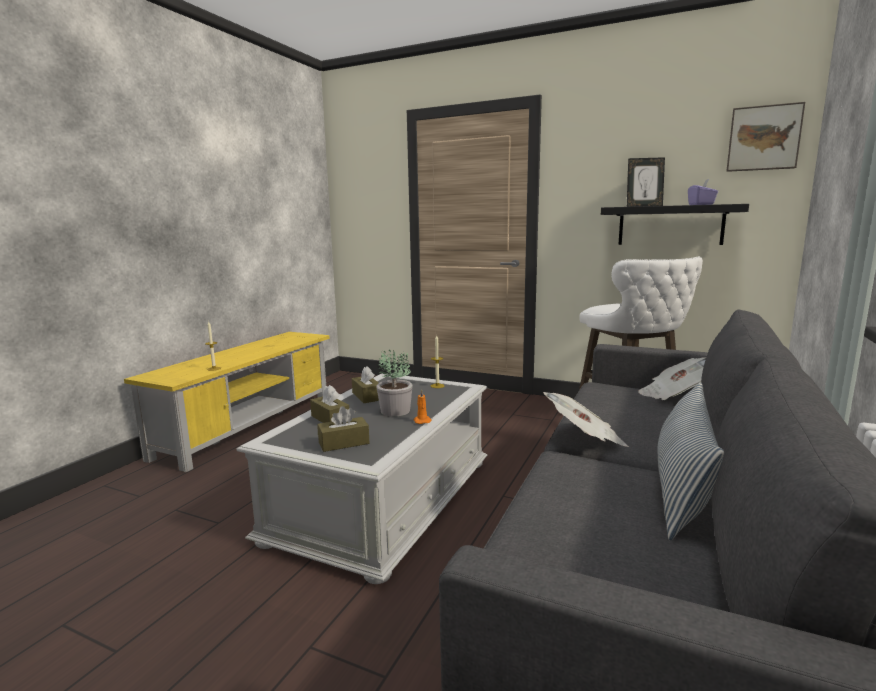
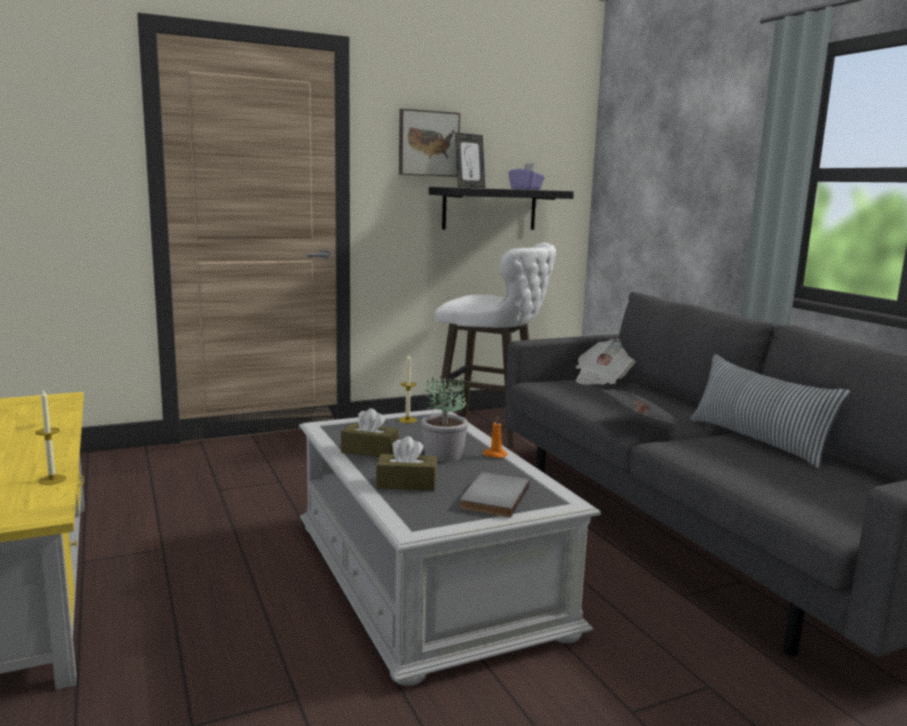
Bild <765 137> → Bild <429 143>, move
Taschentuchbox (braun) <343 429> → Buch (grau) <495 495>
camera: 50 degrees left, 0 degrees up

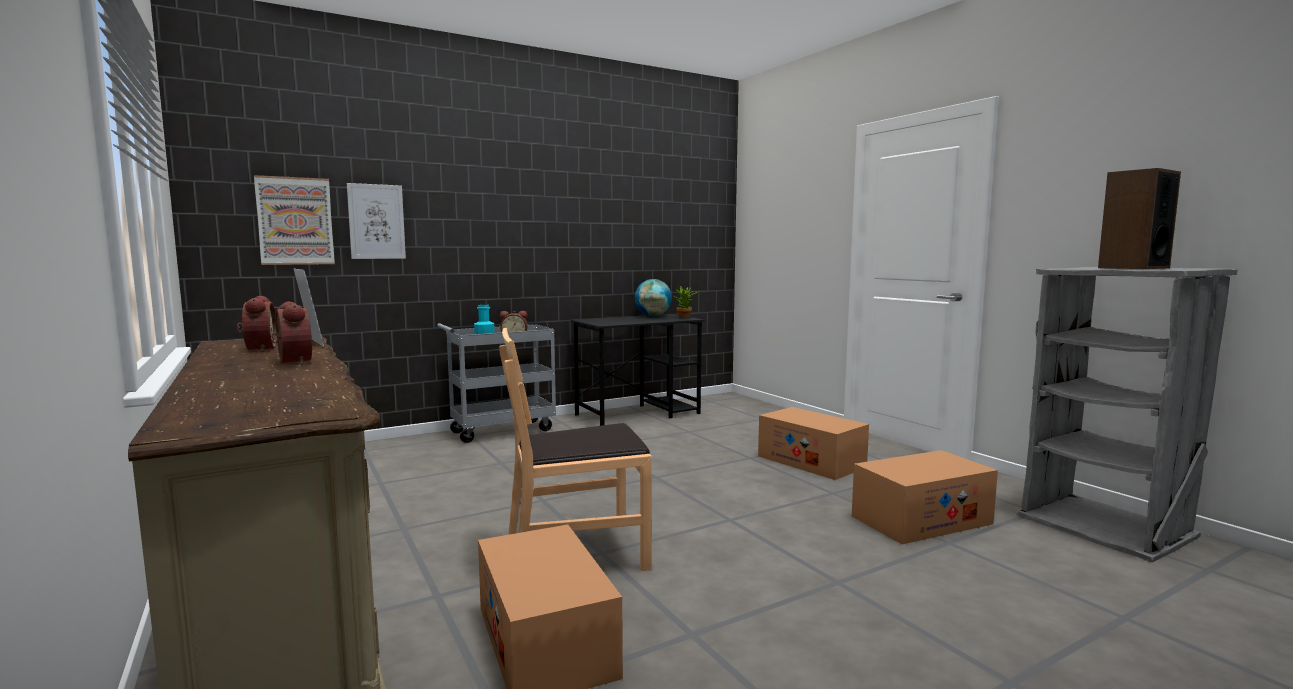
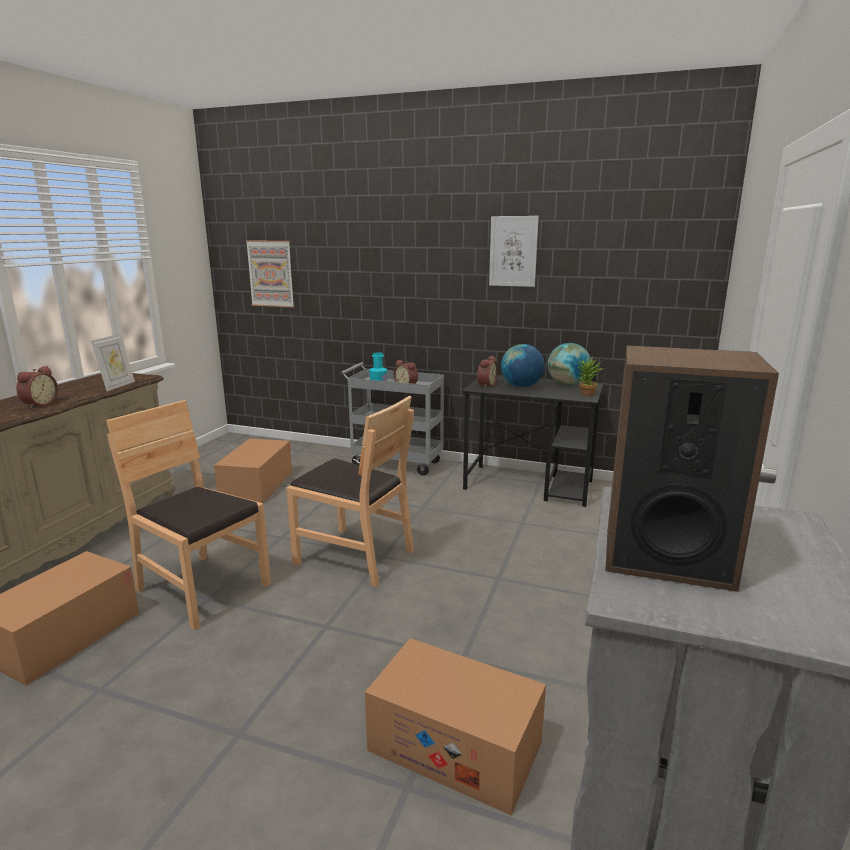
- → Stuhl (braun) <350 491>
- → Globus <523 365>
Wecker <257 324> → Wecker <487 372>, move
Bild <376 221> → Bild <514 251>, move
Karton <813 443> → Karton <253 471>, move
camera: 50 degrees right, 10 degrees up

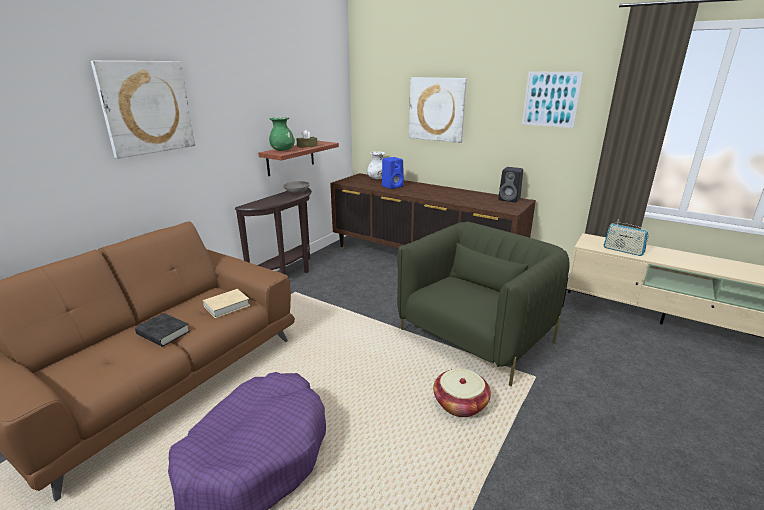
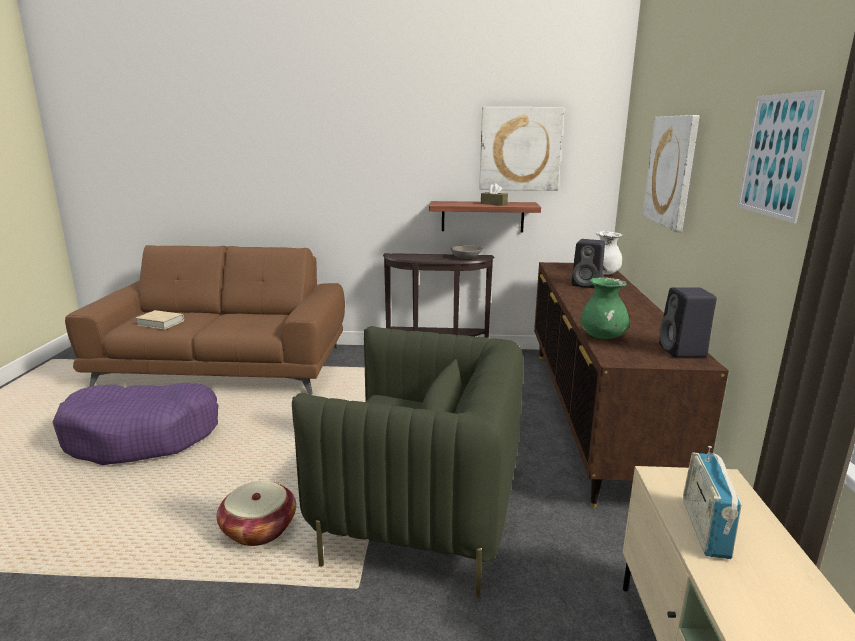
Buch (schwarz) <162 330> → -
Bild <143 110> → Bild <522 149>, move
Buch (beige) <226 303> → Buch (beige) <160 320>, move
Vase (grün) <282 134> → Vase (grün) <605 308>, move
Lautsprecher (blau) <393 173> → Lautsprecher (schwarz) <588 263>
camera: 60 degrees right, 5 degrees down

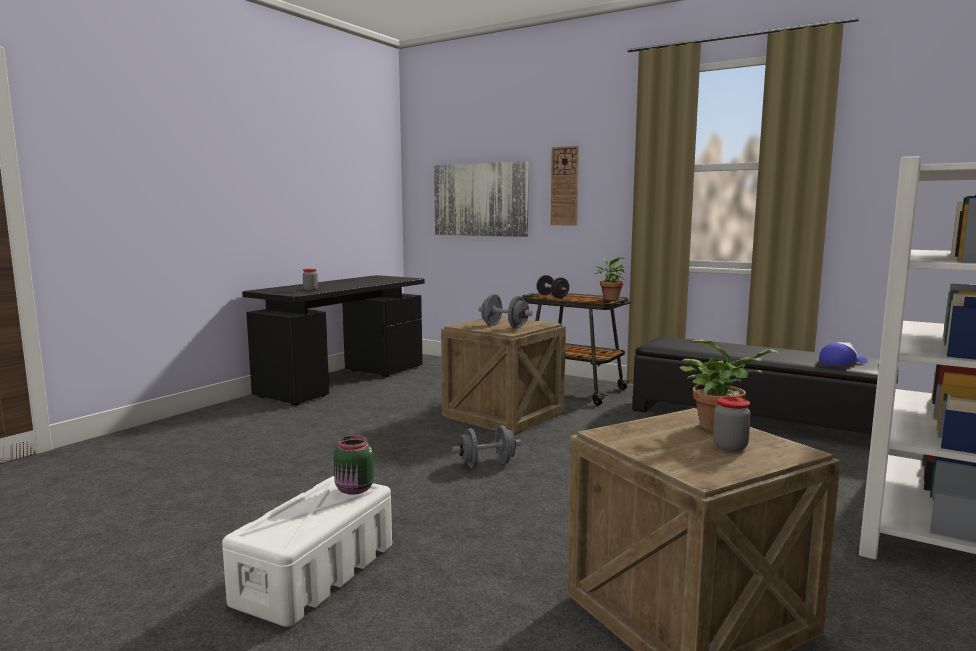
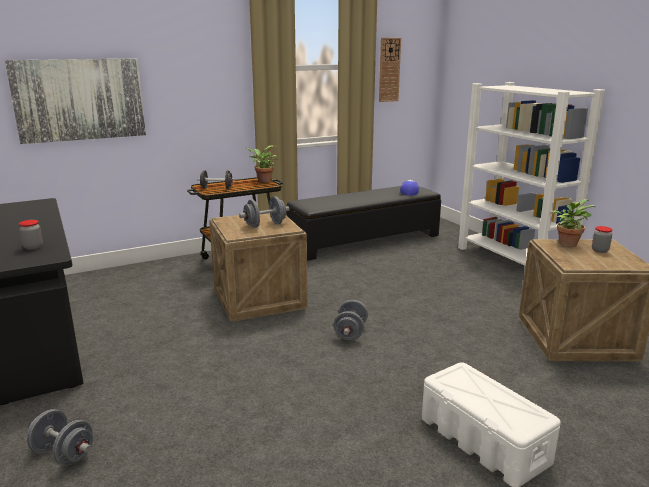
Vorratsglas (grün) <354 465> → -
- → Hantel (grau) <60 437>
Wanduhr <564 186> → Wanduhr <390 70>, move
camera: 60 degrees left, 10 degrees up

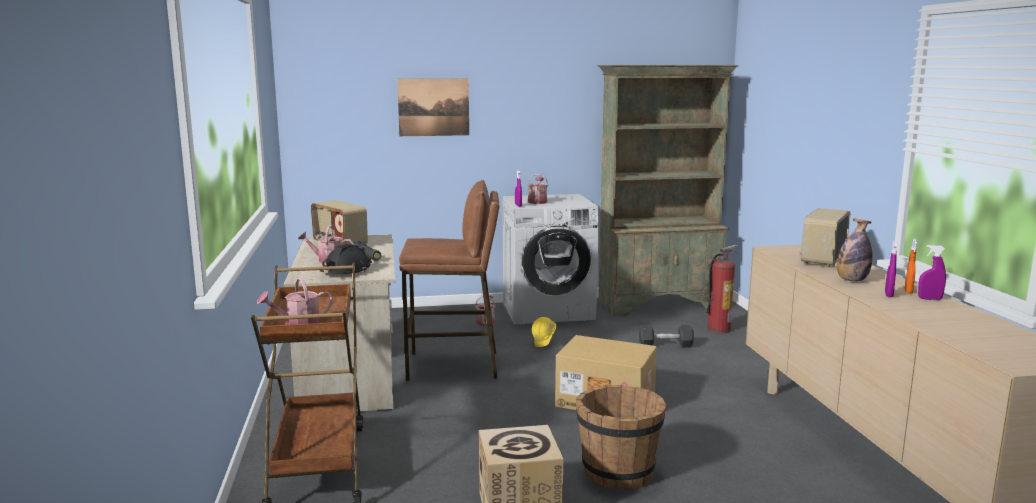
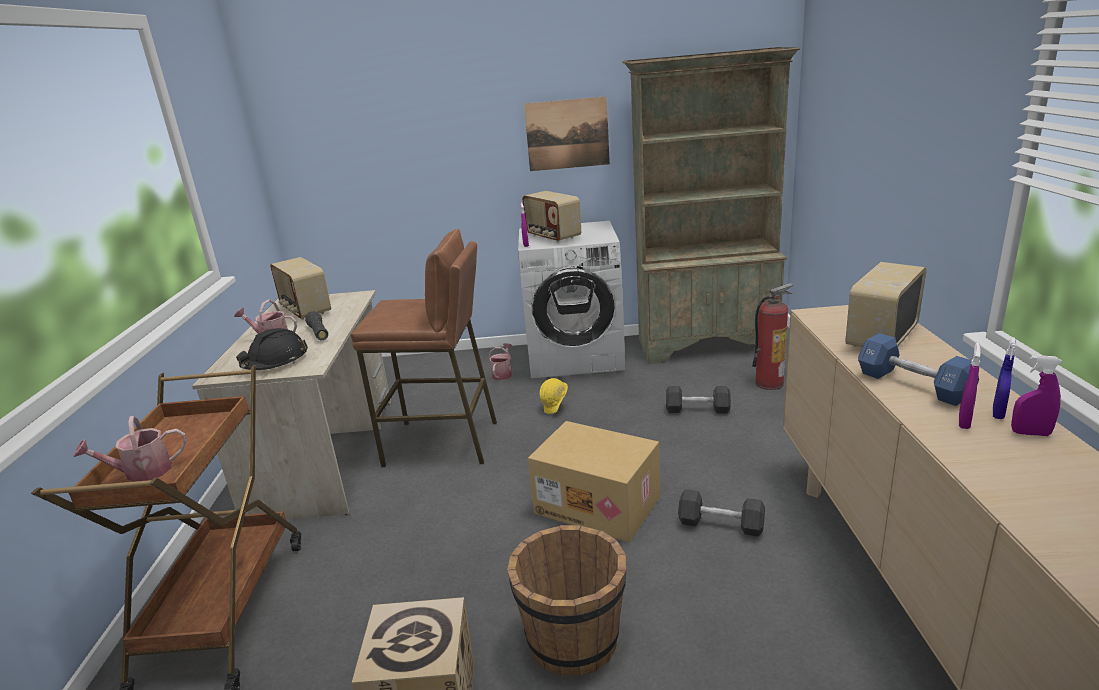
- → Hantel (schwarz) <721 513>
Bild <433 107> → Bild <567 133>, move
Gießkanne <537 189> → Radio <551 217>
Flasche <855 250> → Hantel (blau) <918 369>
Sprühflasche (orange) <911 266> → Sprühflasche (blau) <1004 378>
camera: 10 degrees right, 10 degrees up

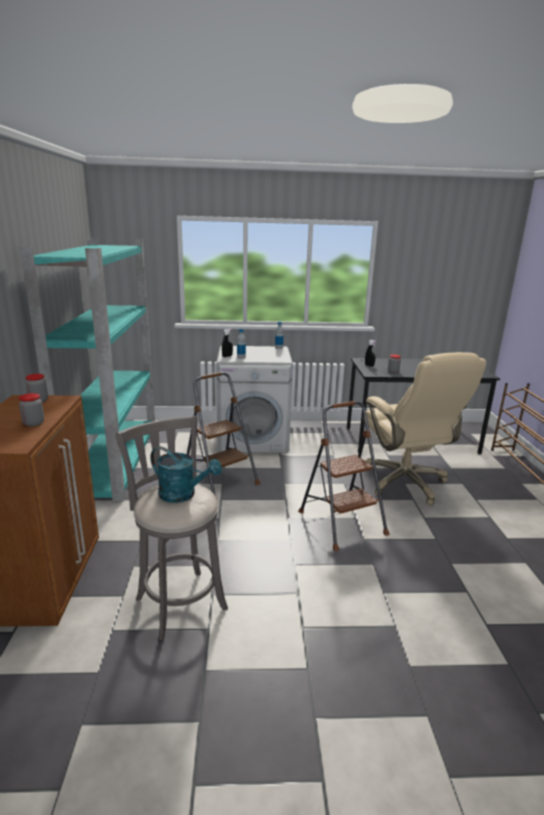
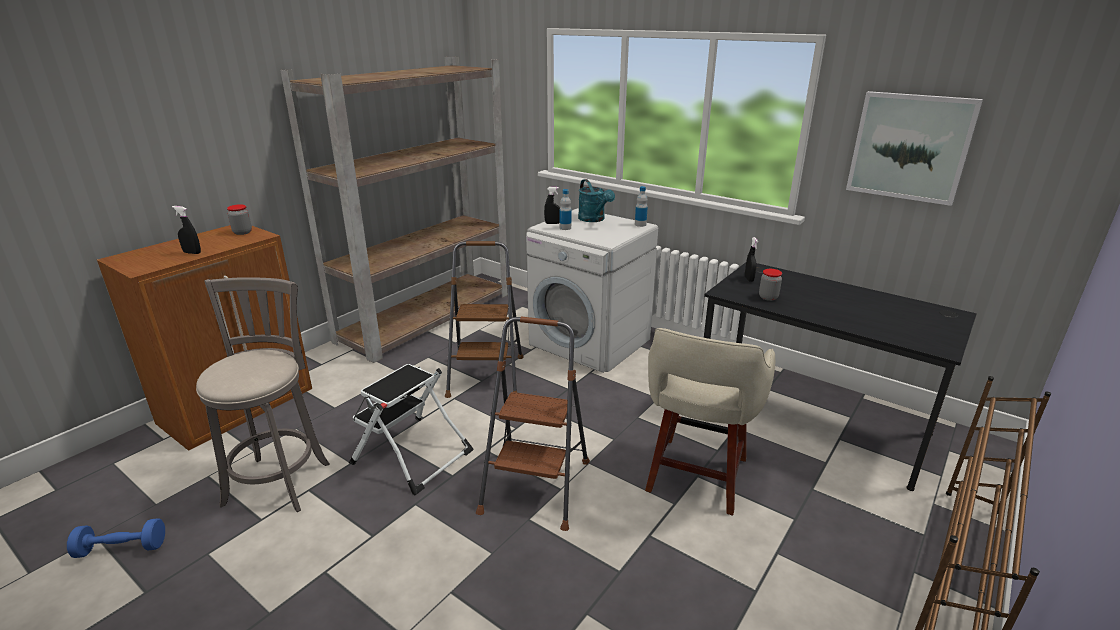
- → Hantel (blau) <116 538>
- → Trittleiter <411 429>
- → Bild <914 148>
Gießkanne (türkis) <186 474> → Gießkanne (türkis) <596 200>, move
Vorratsglas <31 410> → Sprühflasche (schwarz) <186 230>
Bürostuhl (beige) <424 428> → Hocker (beige) <710 422>
Bücherregal (türkis) <87 369> → Bücherregal (braun) <394 209>
camera: 40 degrees right, 5 degrees up

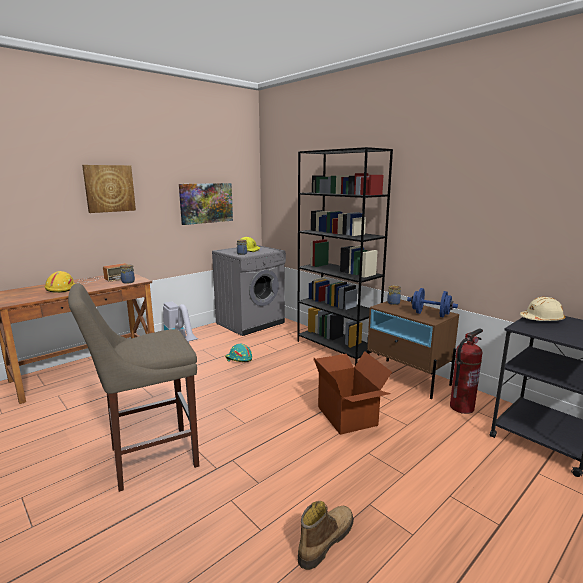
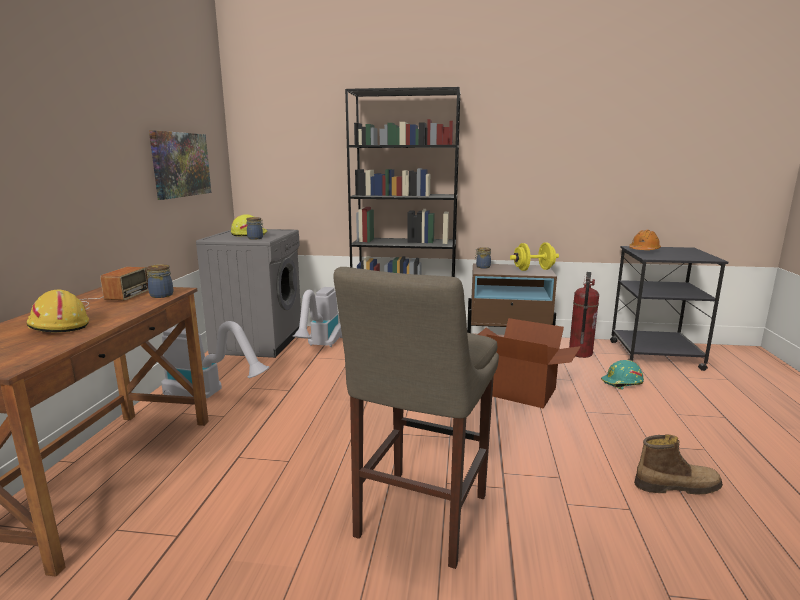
Bild <109 189> → -
- → Staubsauger <317 317>
Schutzhelm (türkis) <238 353> → Schutzhelm (türkis) <622 375>, move
Hantel (blau) <432 302> → Hantel (gelb) <534 257>
Schutzhelm (beige) <542 309> → Schutzhelm (orange) <645 240>
Stiefel <326 535> → Stiefel <678 464>, 90 degrees clockwise
camera: 40 degrees left, 0 degrees up

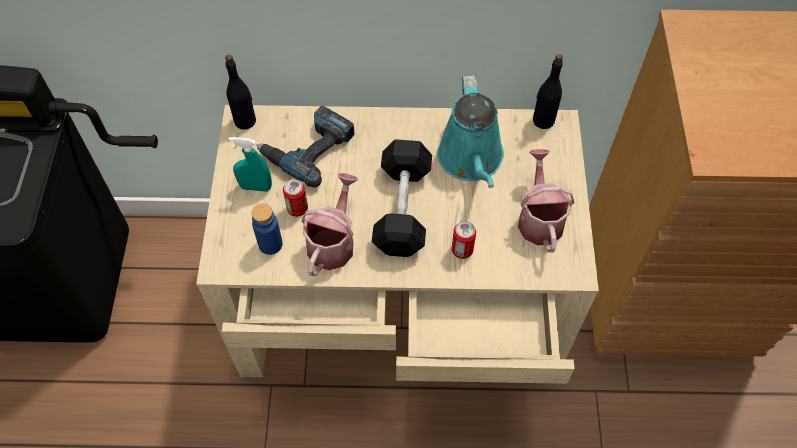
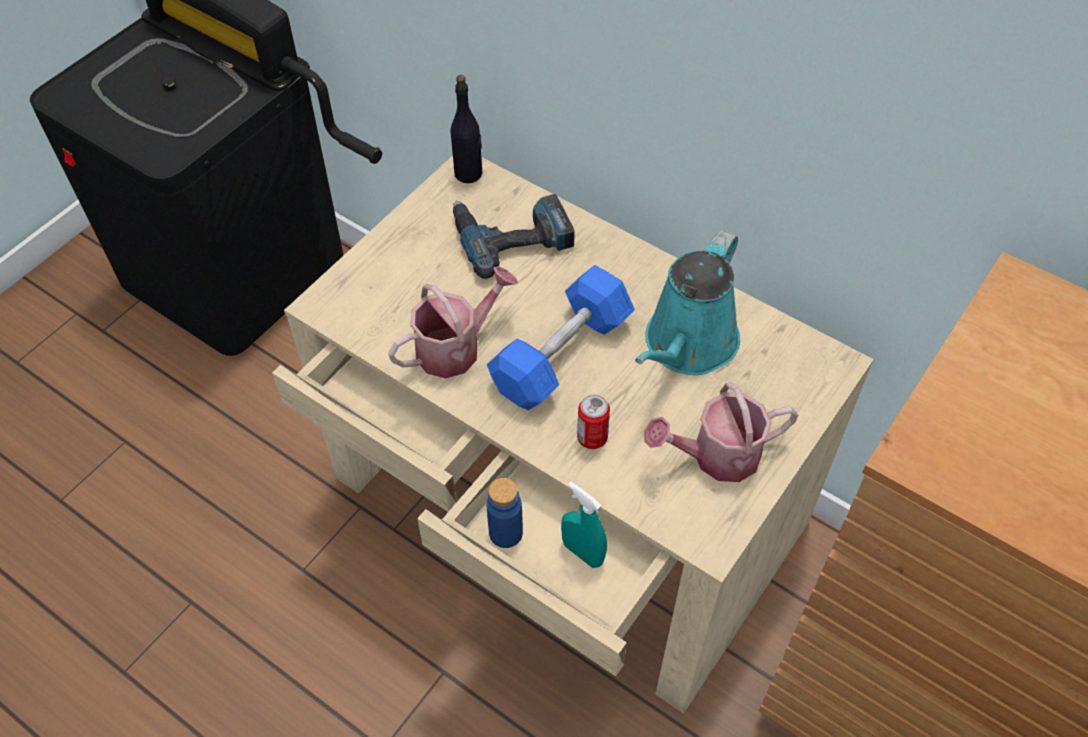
Dose <295 198> → -
Flasche (schwarz) <548 91> → -
Sprühflasche (türkis) <250 164> → Sprühflasche (türkis) <584 524>, move
Flasche (blau) <267 229> → Flasche (blau) <505 513>, move
Hantel (schwarz) <402 198> → Hantel (blau) <561 337>
Gießkanne <546 201> → Gießkanne <721 432>, 135 degrees counterclockwise
camera: 35 degrees right, 5 degrees down

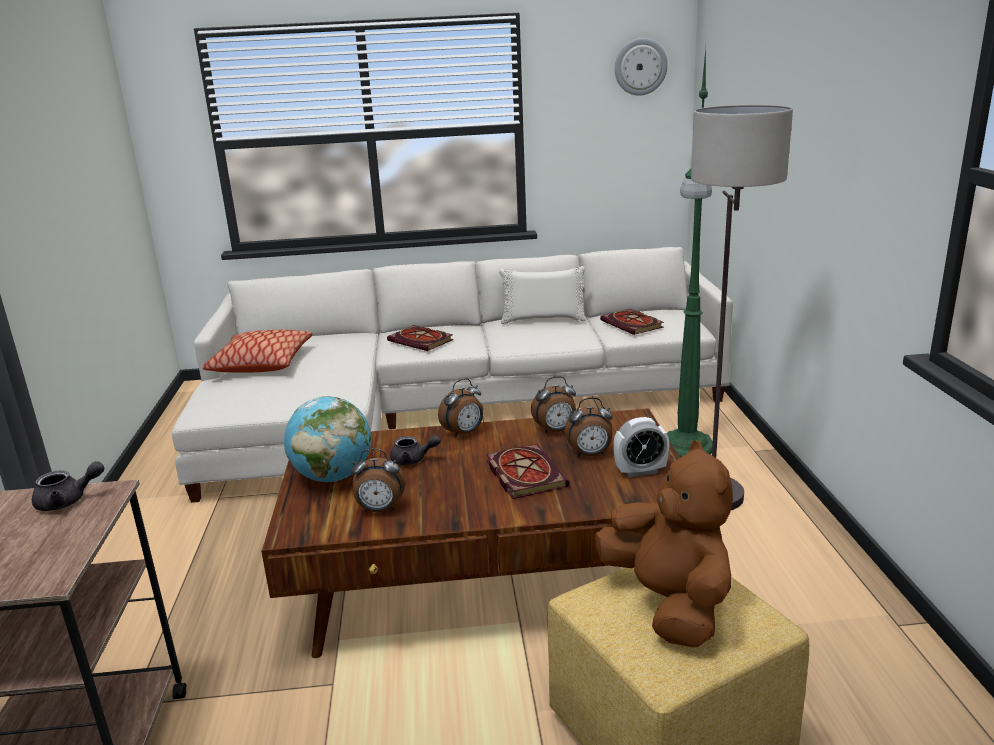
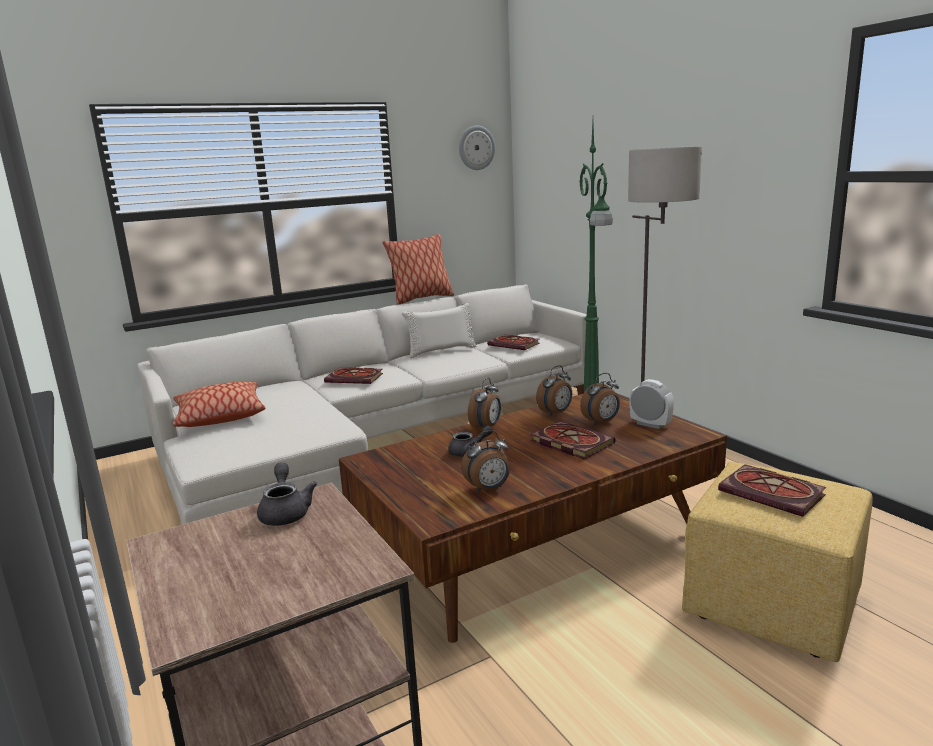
Globus <327 439> → -
- → Kissen <418 269>
Plüschtier (braun) <664 543> → Buch <772 490>
Teekanne (grau) <68 486> → Teekanne (grau) <287 494>, 60 degrees counterclockwise
Wecker <641 447> → Wecker <651 404>, 105 degrees counterclockwise
camera: 25 degrees left, 5 degrees down

